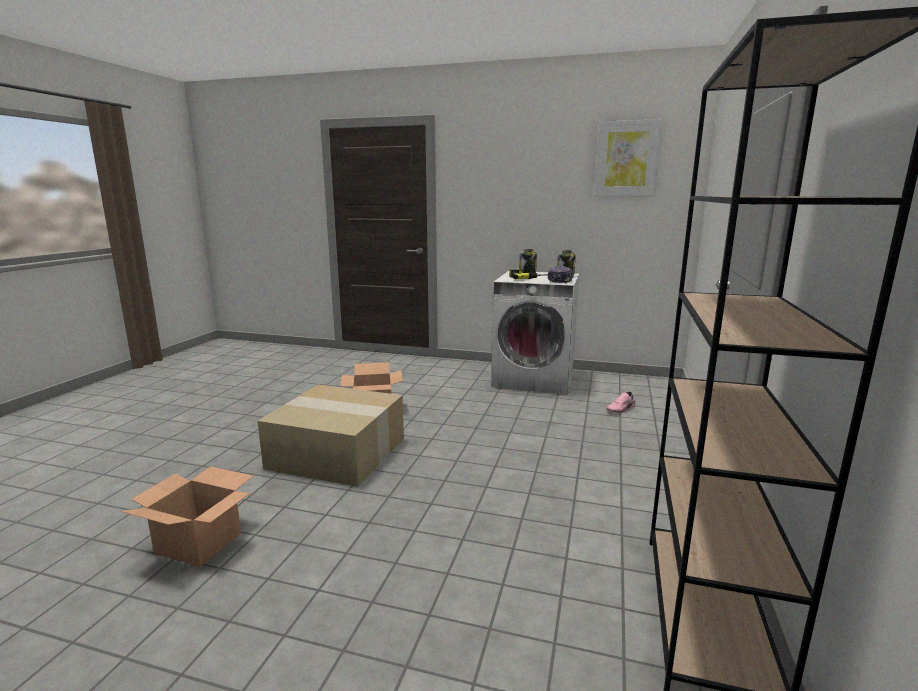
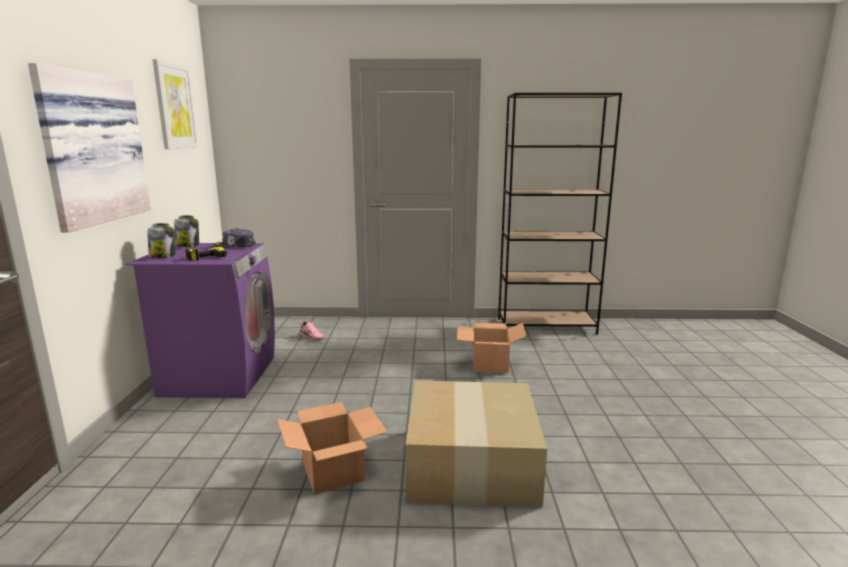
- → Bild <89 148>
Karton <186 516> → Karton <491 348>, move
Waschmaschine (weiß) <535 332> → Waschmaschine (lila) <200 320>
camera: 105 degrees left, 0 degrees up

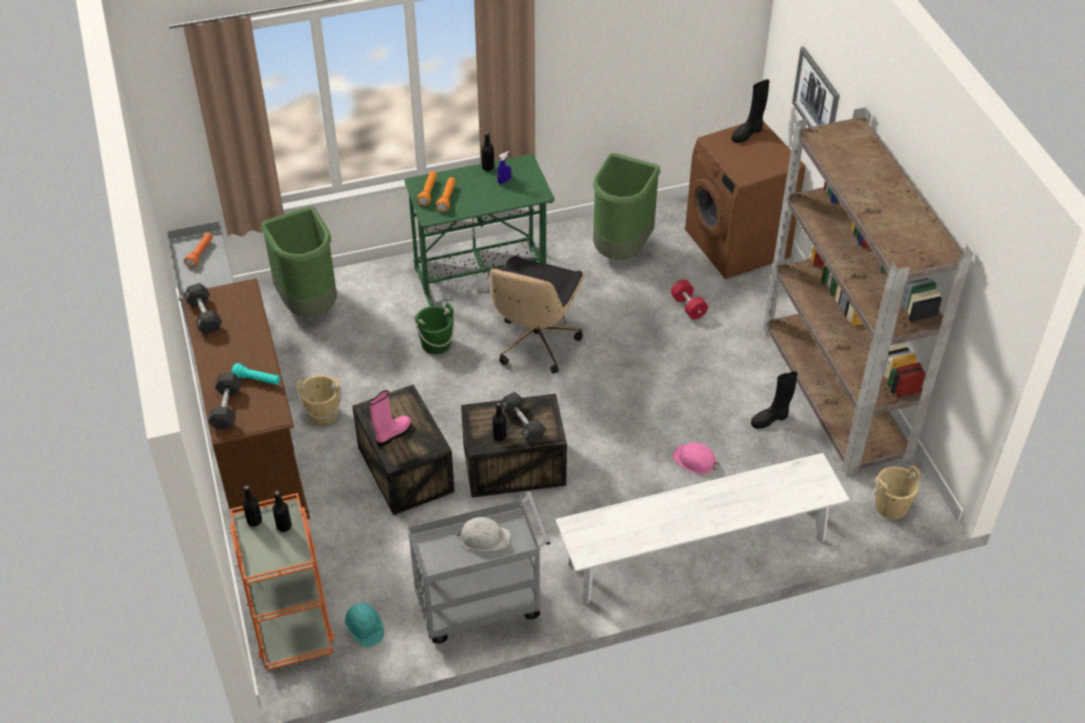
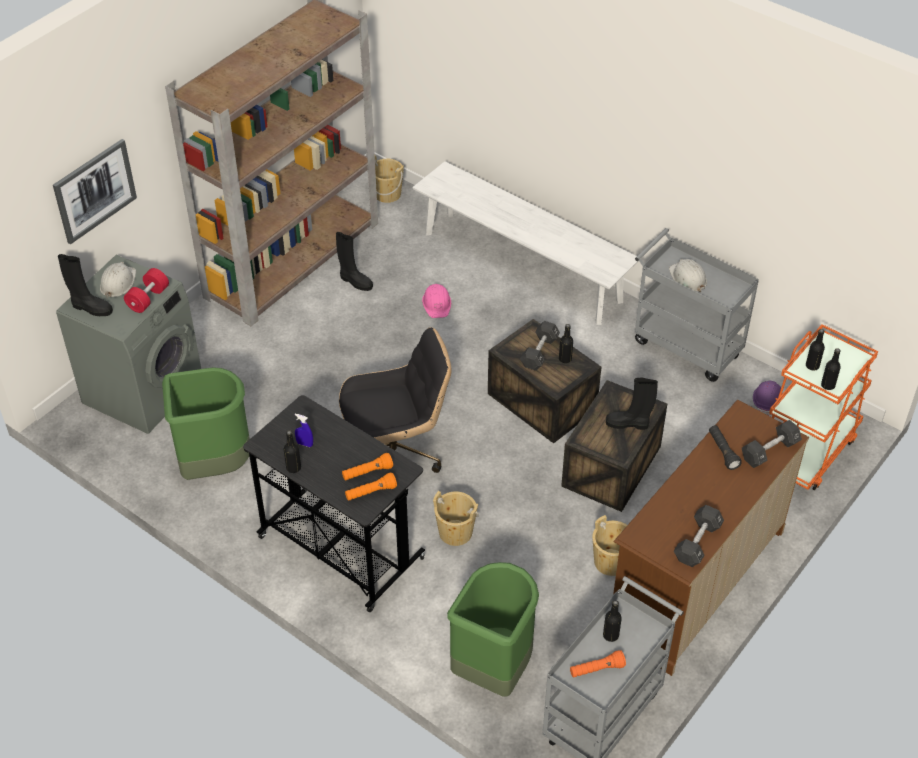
- → Schutzhelm (weiß) <118 280>
- → Flasche (schwarz) <612 621>
Hantel (rot) <689 299> → Hantel (rot) <146 290>, move
Taschenlampe (türkis) <255 374> → Taschenlampe (schwarz) <725 447>
Schutzhelm (türkis) <364 625> → Schutzhelm (lila) <767 398>
Stiefel (rosa) <391 418> → Stiefel (schwarz) <632 404>
Schreibtisch (grün) <479 230> → Schreibtisch (schwarz) <334 503>
Eimer (grün) <434 328> → Eimer (beige) <456 518>
Waschmaschine (braun) <745 200> → Waschmaschine (grau) <128 344>
camera: 125 degrees left, 0 degrees up

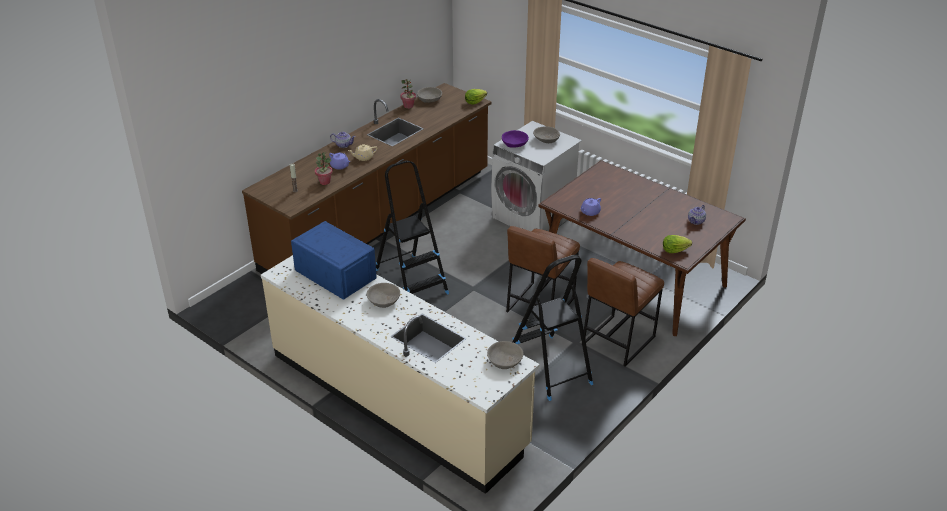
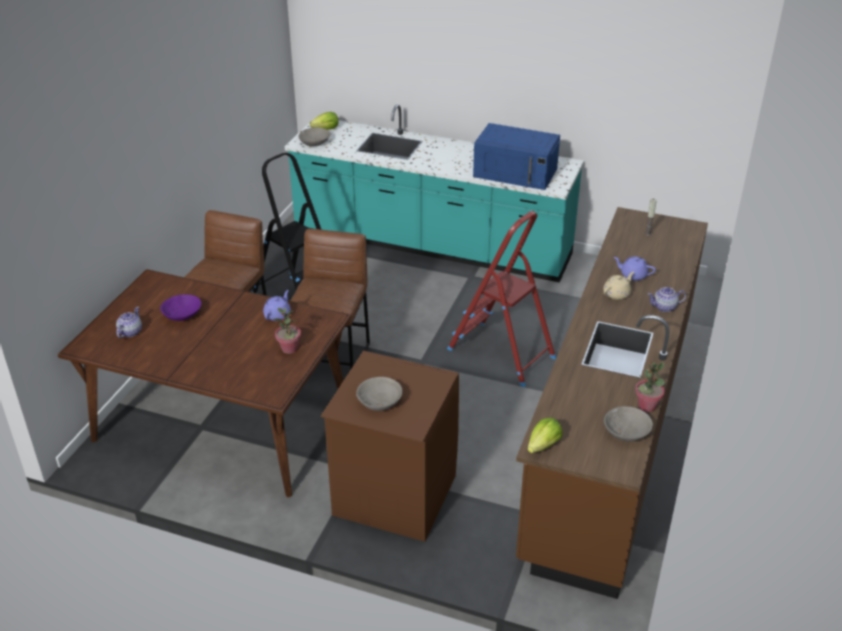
Schüssel (grau) <383 295> → -
Topfpflanze <324 168> → Topfpflanze <287 331>, move
Schüssel (lila) <515 139> → Schüssel (lila) <180 307>, move
Salatkopf <677 244> → Salatkopf <324 121>, move
Küchenzeile (beige) <400 374> → Küchenzeile (türkis) <434 193>
Trittleiter (schwarz) <412 227> → Trittleiter (rot) <501 298>
Waschmaschine (weiß) <536 176> → Waschmaschine (braun) <390 446>
camera: 160 degrees right, 0 degrees up

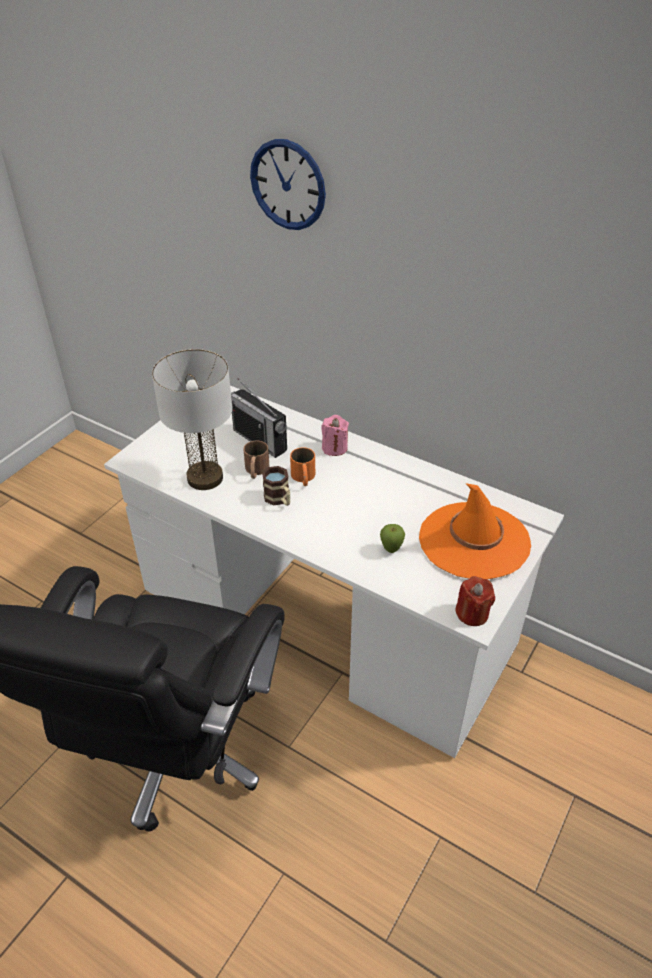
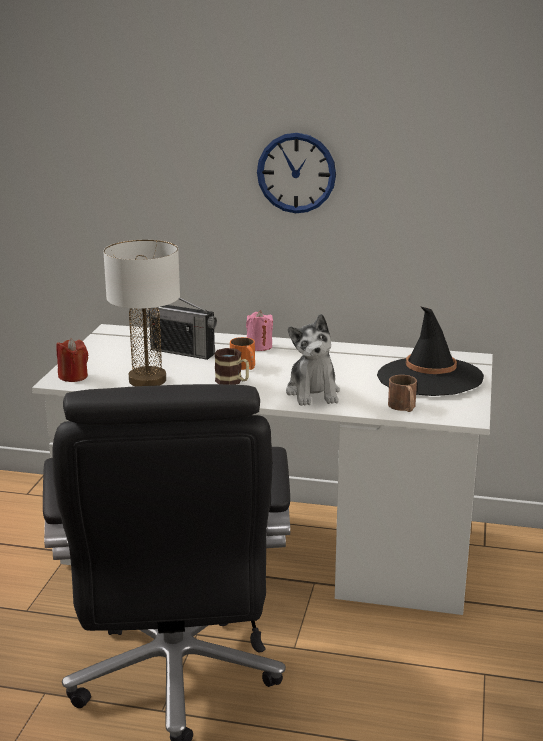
Apfel <392 538> → -
- → Plüschtier <313 360>
Henkelbecher (braun) <256 459> → Henkelbecher (braun) <402 393>, move
Wanduhr <288 184> → Wanduhr <296 173>, move
Kerze (rot) <475 601> → Kerze (rot) <72 360>, move
Hut (orange) <475 531> → Hut (schwarz) <430 351>
camera: 20 degrees left, 20 degrees down

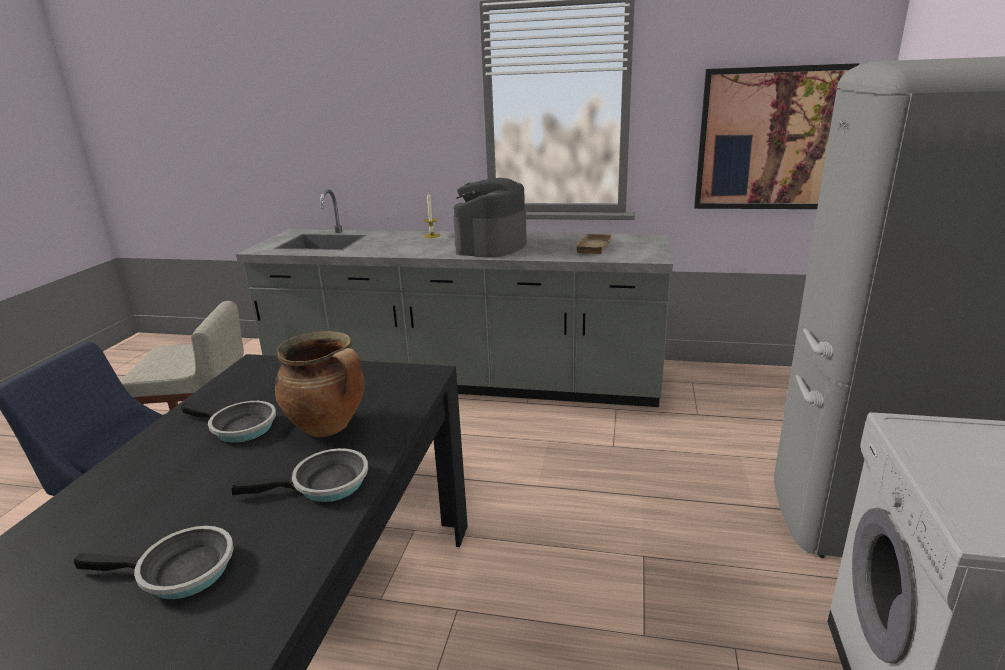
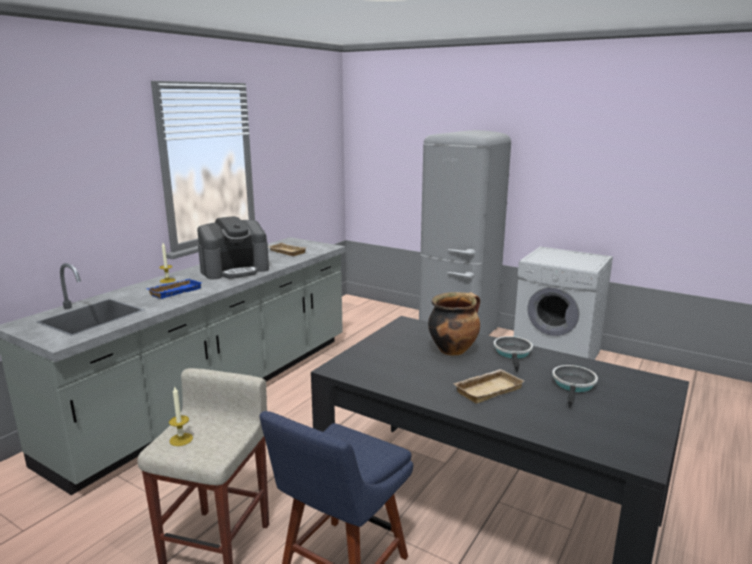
Pfanne <228 422> → -
Bild <776 136> → -
- → Tablett (blau) <174 289>
- → Kerze <181 416>
- → Tablett (beige) <488 386>
Kaffeemaschine <490 218> → Kaffeemaschine <233 248>, 75 degrees counterclockwise
camera: 70 degrees left, 5 degrees down

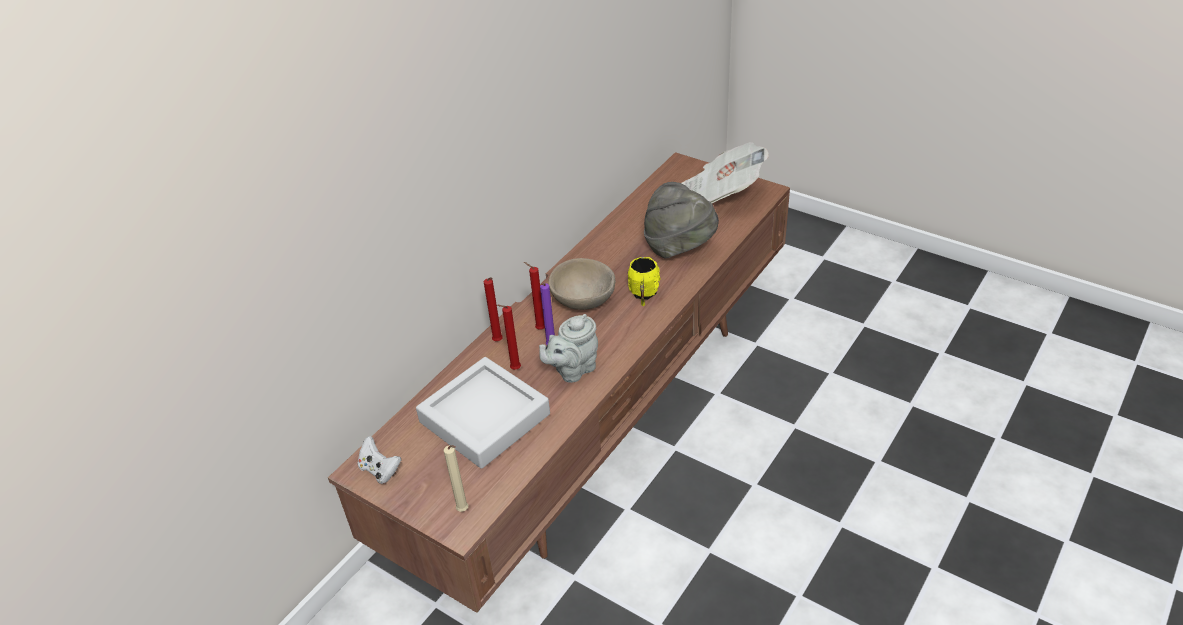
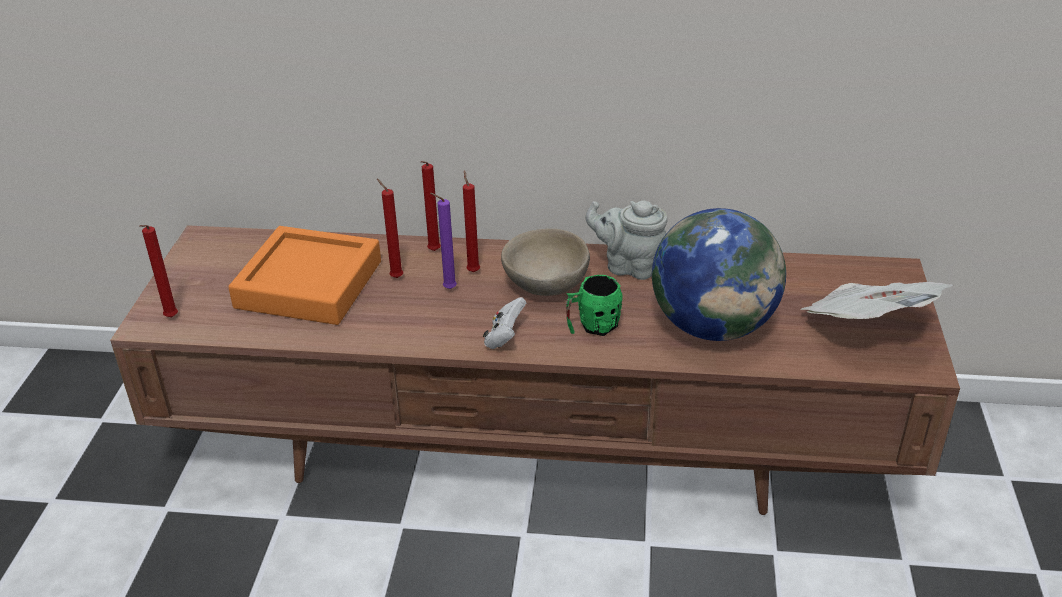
Gamepad (weiß) <379 460> → Gamepad (weiß) <504 323>, move
Teekanne (grau) <568 348> → Teekanne (grau) <626 240>, move
Hut (grau) <681 220> → Globus <719 274>
Tablett (grau) <483 413> → Tablett (orange) <304 275>
Kerze (beige) <456 478> → Kerze (rot) <158 271>
Henkelbecher (gelb) <644 281> → Henkelbecher (grün) <594 305>
camera: 60 degrees right, 5 degrees down

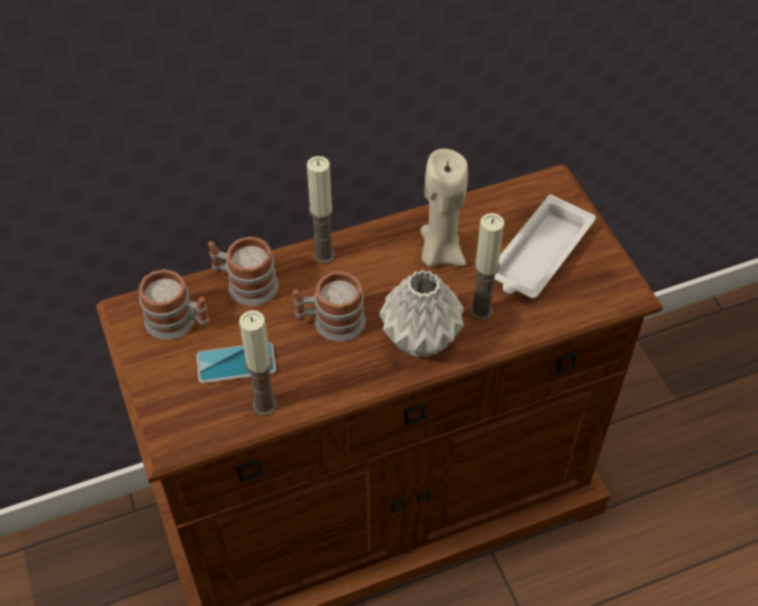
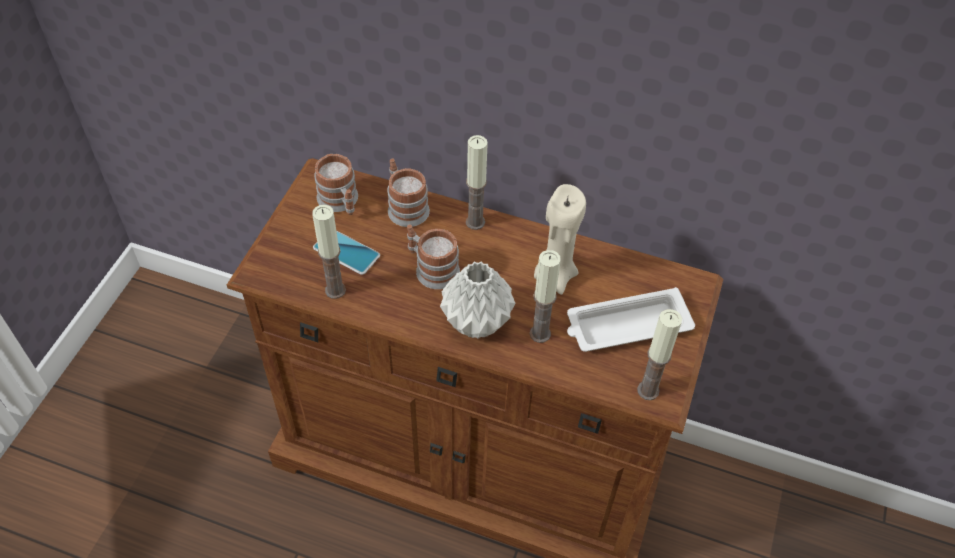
- → Kerze <659 354>
camera: 40 degrees right, 0 degrees up

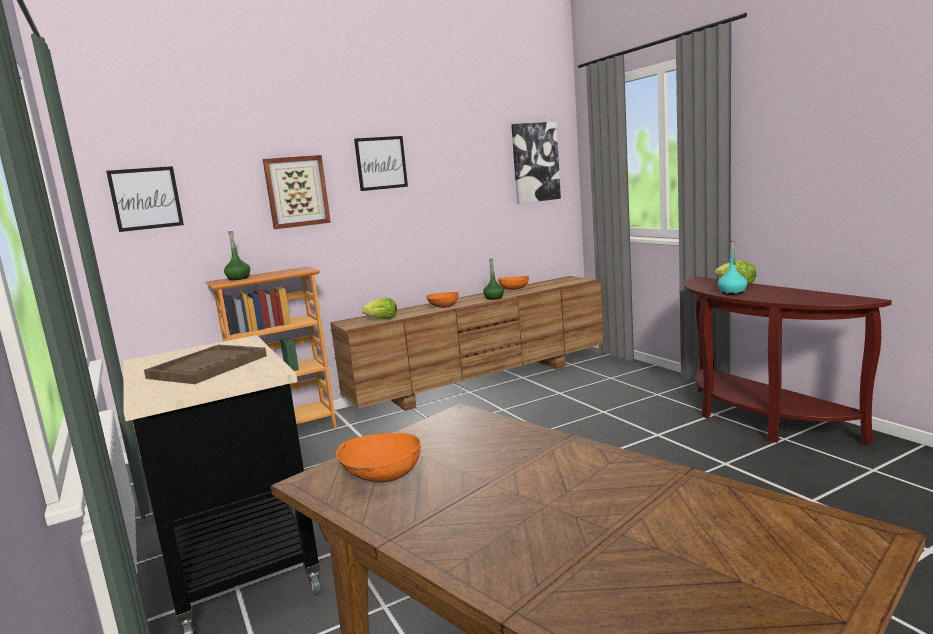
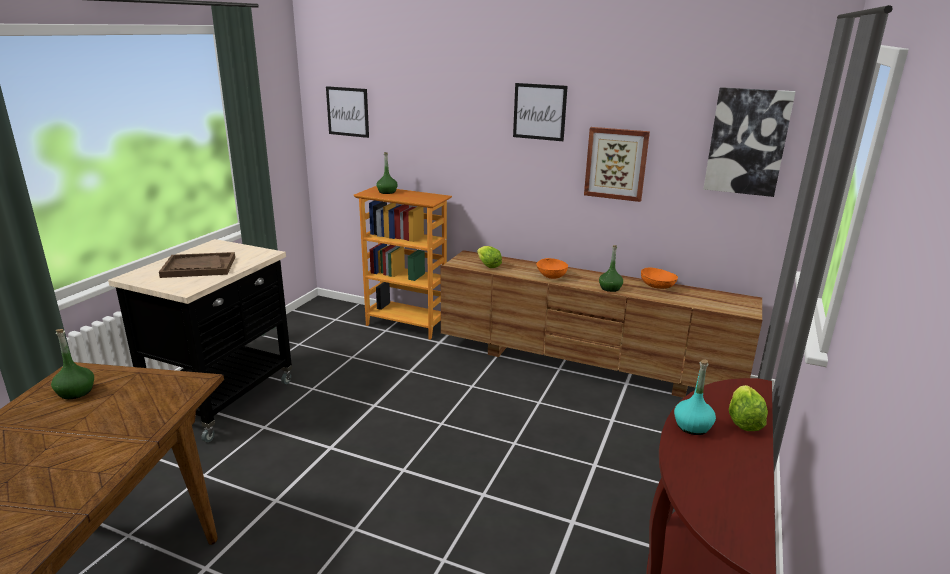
Bild <297 192> → Bild <617 164>, move
Schüssel (orange) <378 458> → Flasche (grün) <72 364>
camera: 50 degrees right, 10 degrees up

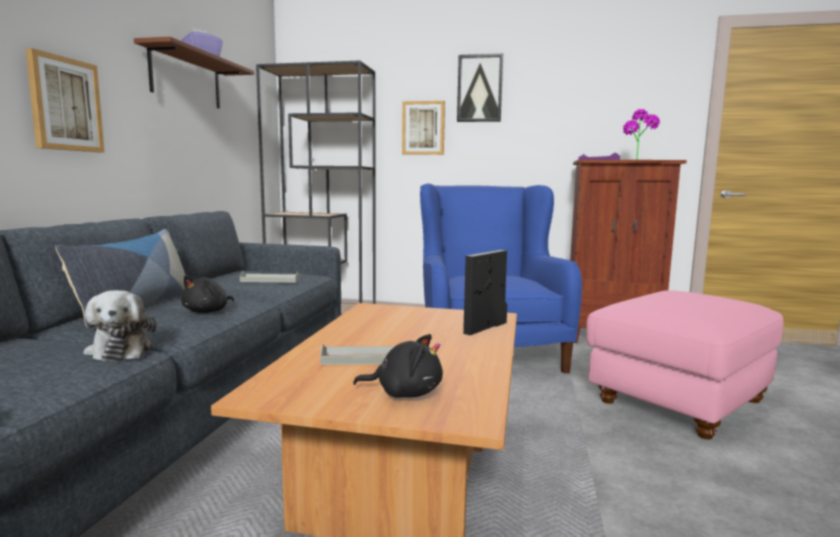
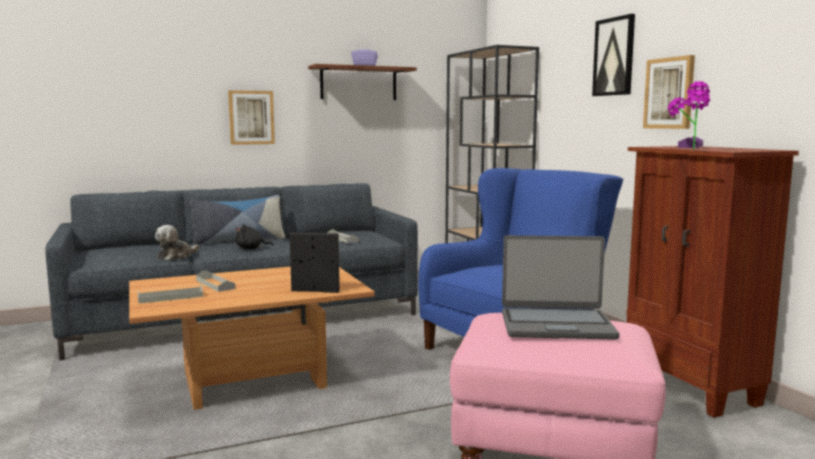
- → Laptop <560 287>
Bild <423 128> → Bild <669 92>, move
Plüschtier (schwarz) <398 365> → Tablett (grau) <170 294>
camera: 55 degrees right, 0 degrees up

